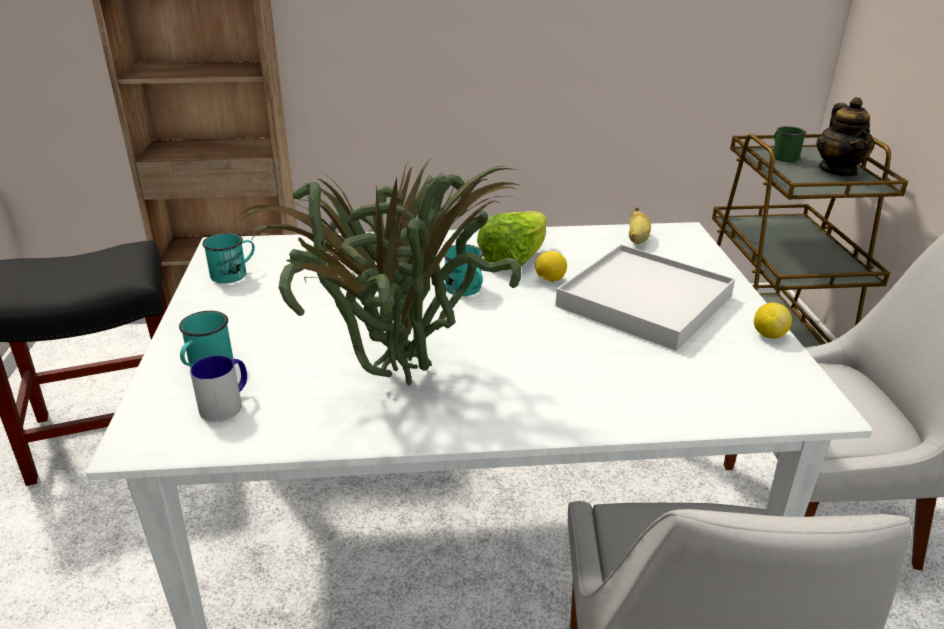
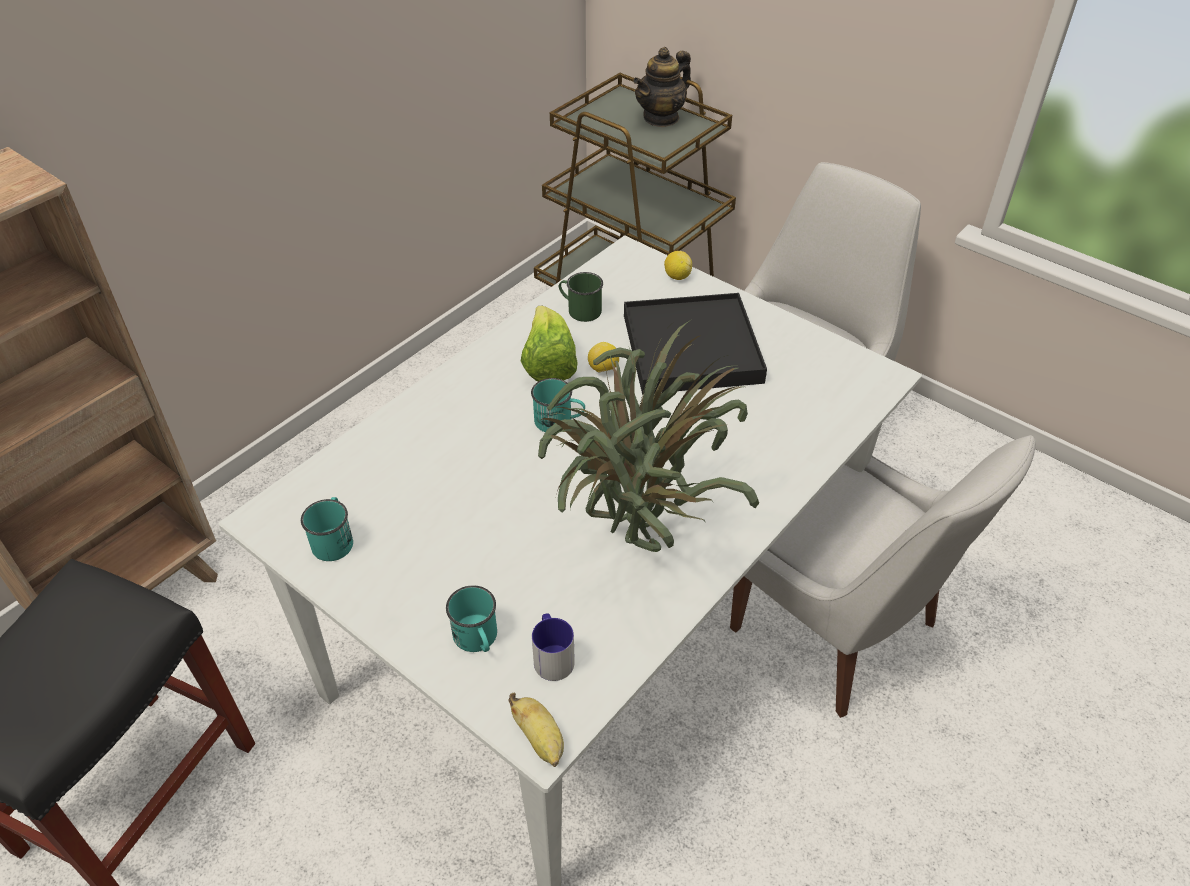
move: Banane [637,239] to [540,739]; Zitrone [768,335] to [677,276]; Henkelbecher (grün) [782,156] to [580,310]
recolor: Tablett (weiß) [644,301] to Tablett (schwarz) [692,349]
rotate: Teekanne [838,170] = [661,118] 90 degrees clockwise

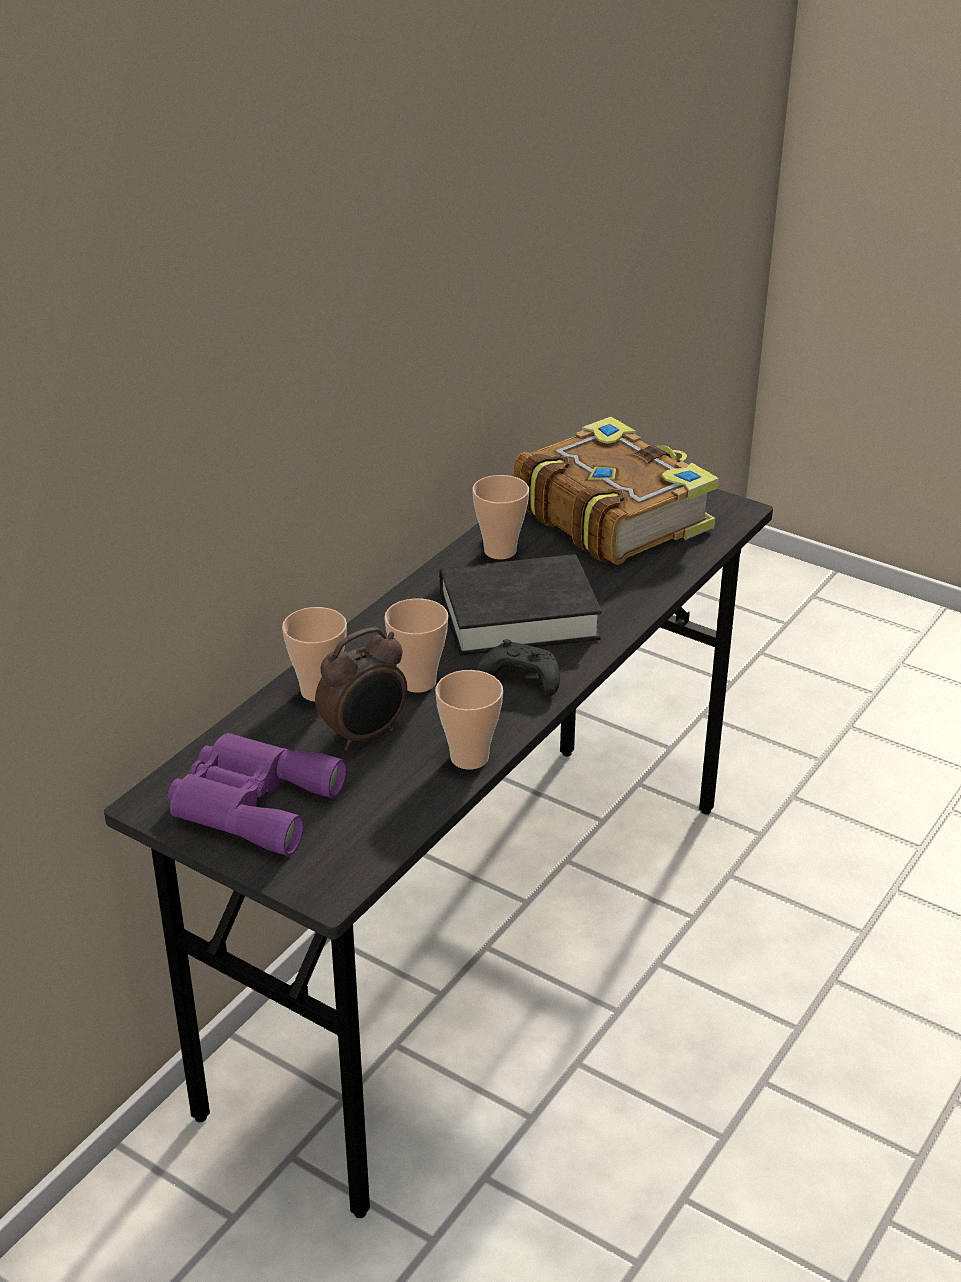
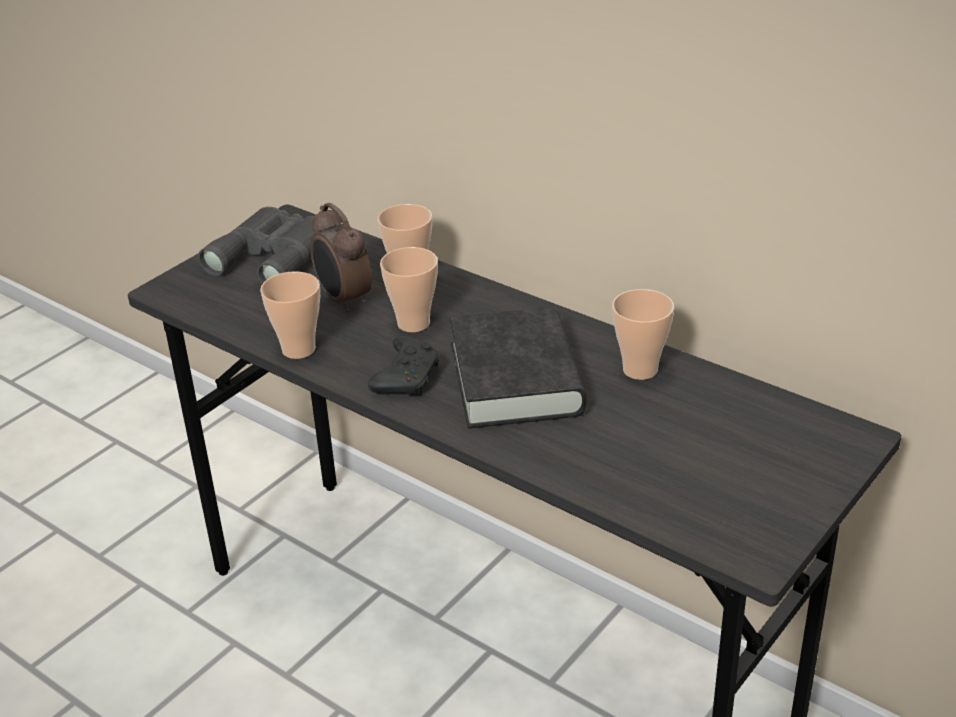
delete: Buch [612,515]
recolor: Fernglas (lila) [250,802] to Fernglas (grau) [275,255]

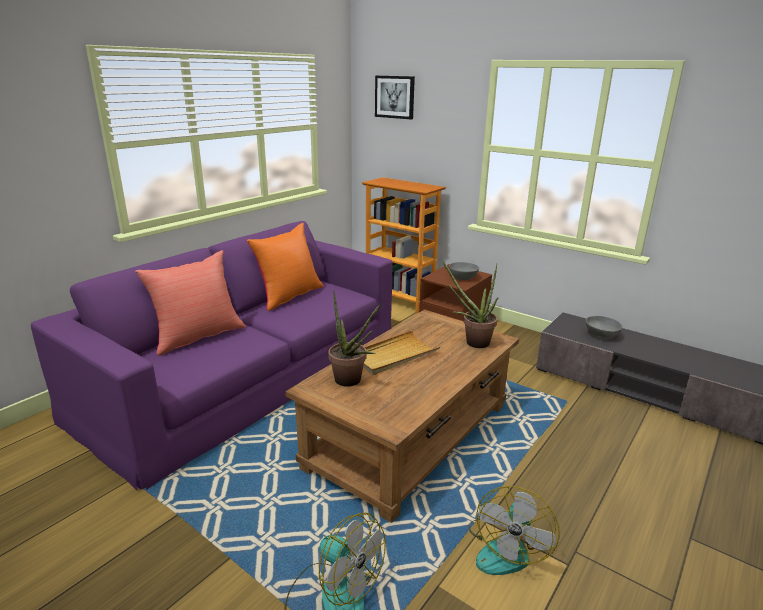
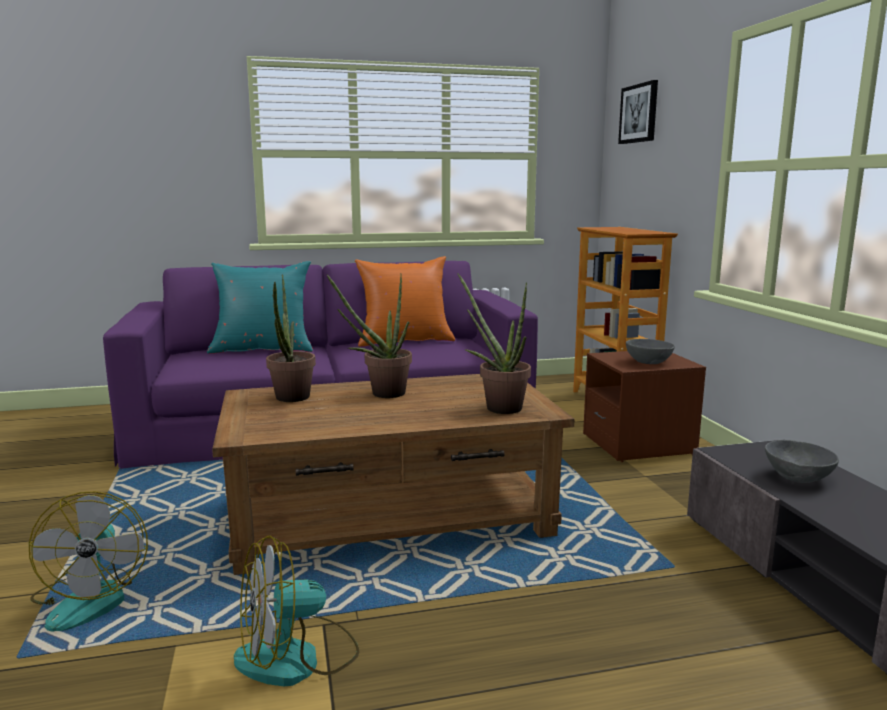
replace: Tablett (beige) [394,355] to Topfpflanze [381,394]
recolor: Kissen (rot) [197,336] to Kissen (türkis) [263,349]

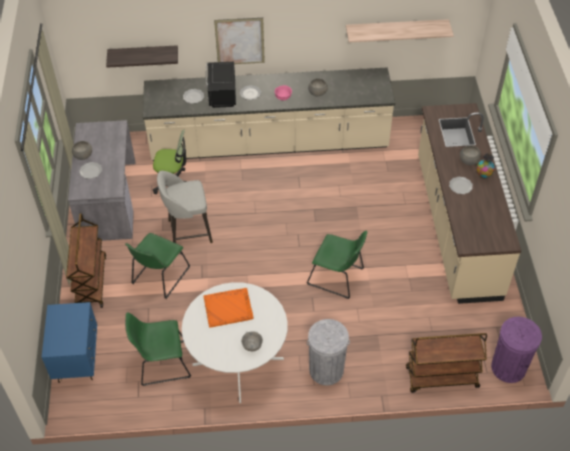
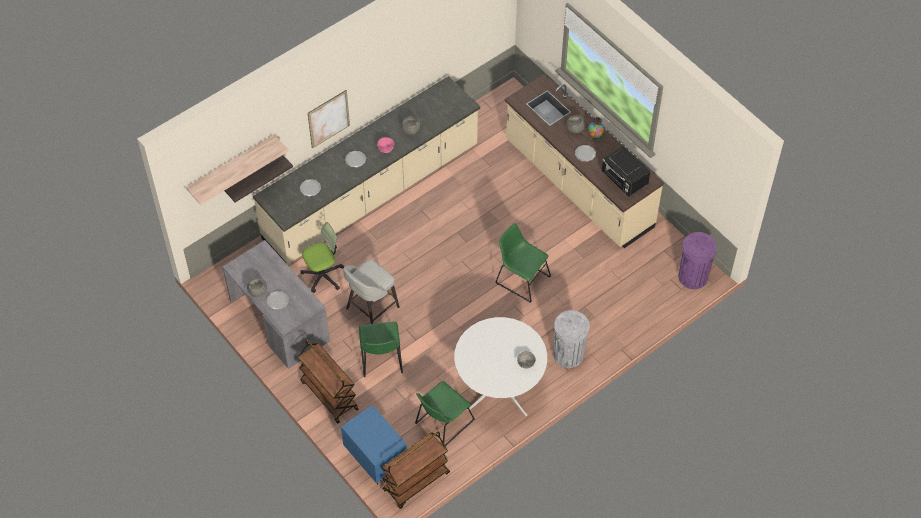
delete: Tablett (orange) [228,308]
move: Mikrowelle (schwarz) [222,95] to [624,180]; Wandregal [396,30] to [231,166]; Rollwagen (braun) [441,378] to [416,482]
rotate: Stuhl (grün) [338,277] = [521,278] 135 degrees counterclockwise

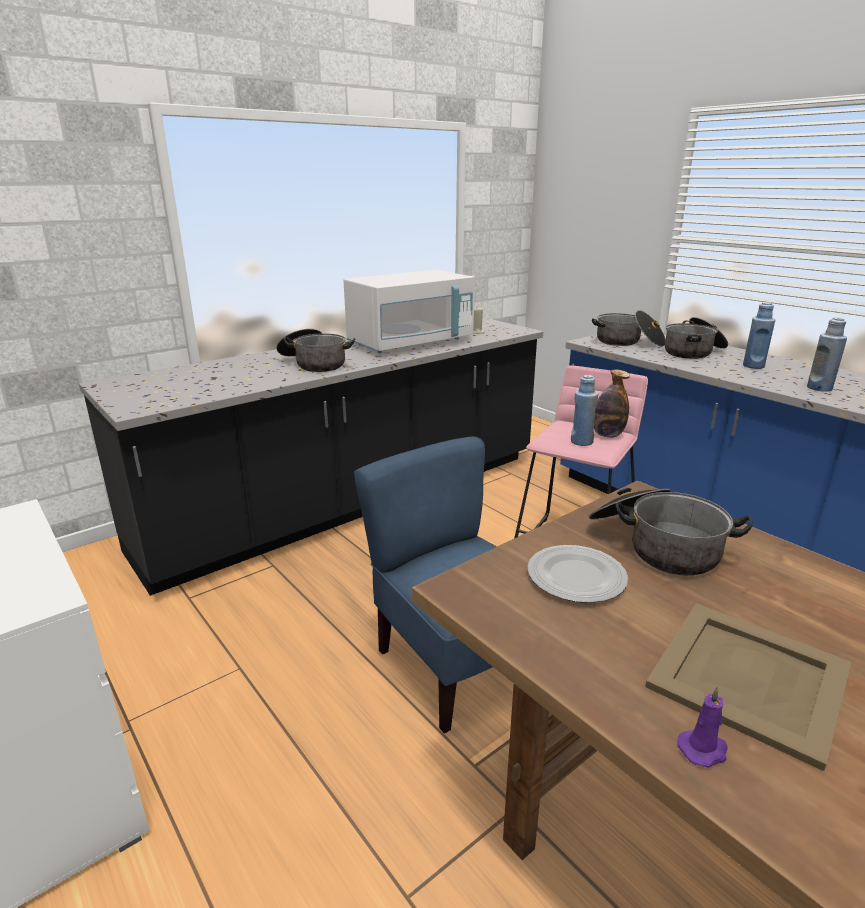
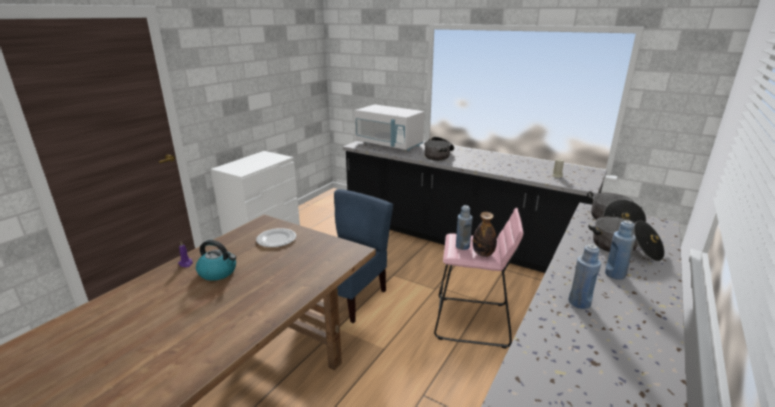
delete: Kochtopf [656,546]
move: Mikrowelle (weiß) [411,343] to [389,144]
replace: Tablett (beige) [747,677] to Wasserkessel [218,272]

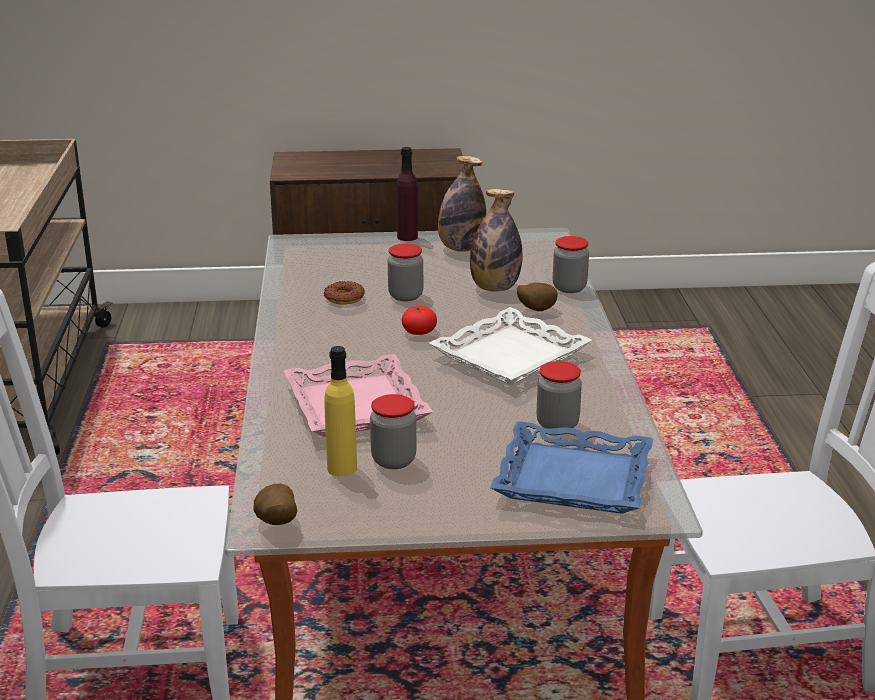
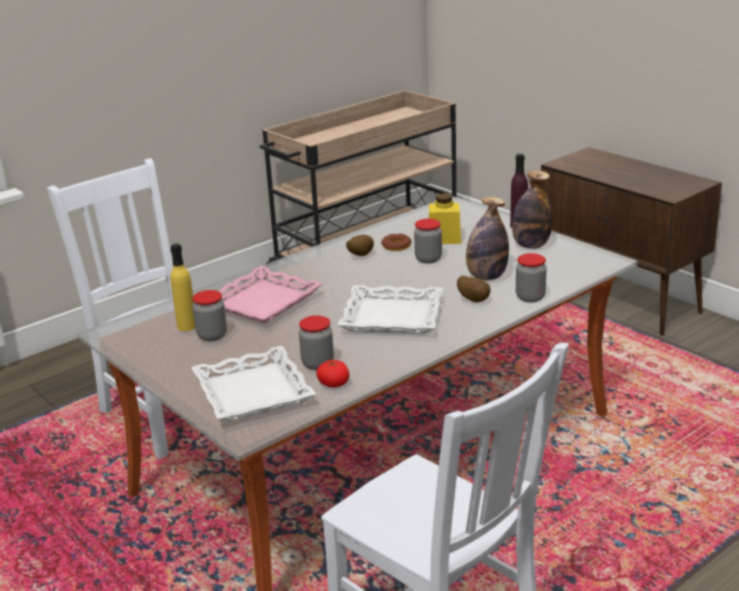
insert: Vorratsglas (gelb) [444,239]
move: Kartoffel [276,524] to [359,256]; Tomate [419,332] to [333,383]
recolor: Tablett (blau) [574,478] to Tablett (weiß) [254,392]

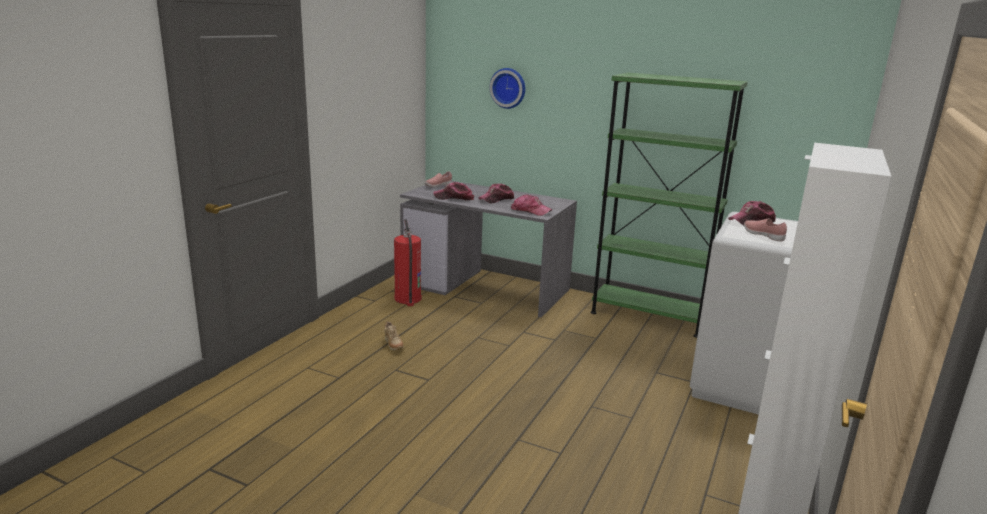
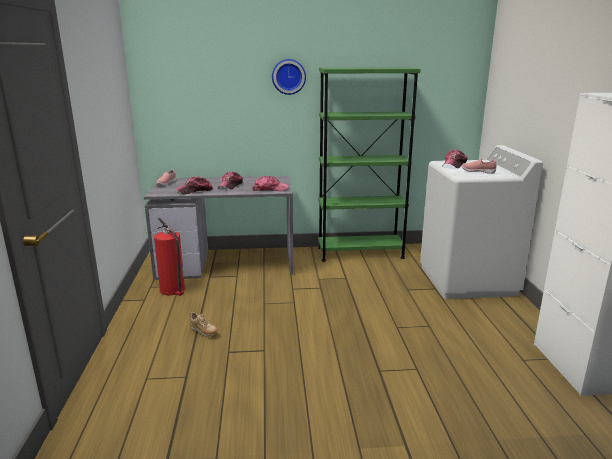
move: Wanduhr [508,88] to [288,76]

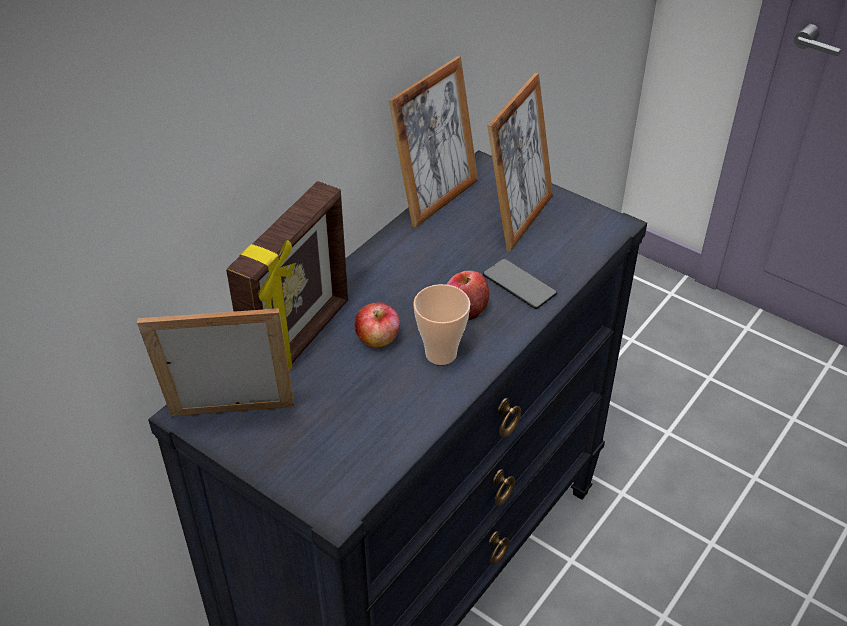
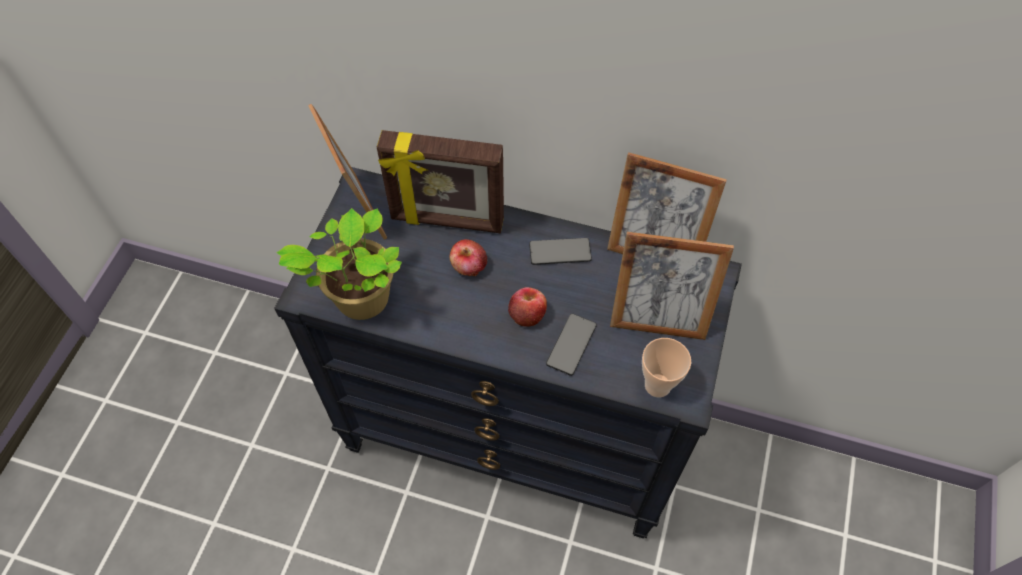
insert: Topfpflanze [359,300]; Handy [560,252]
move: Tasse [441,354] to [657,385]

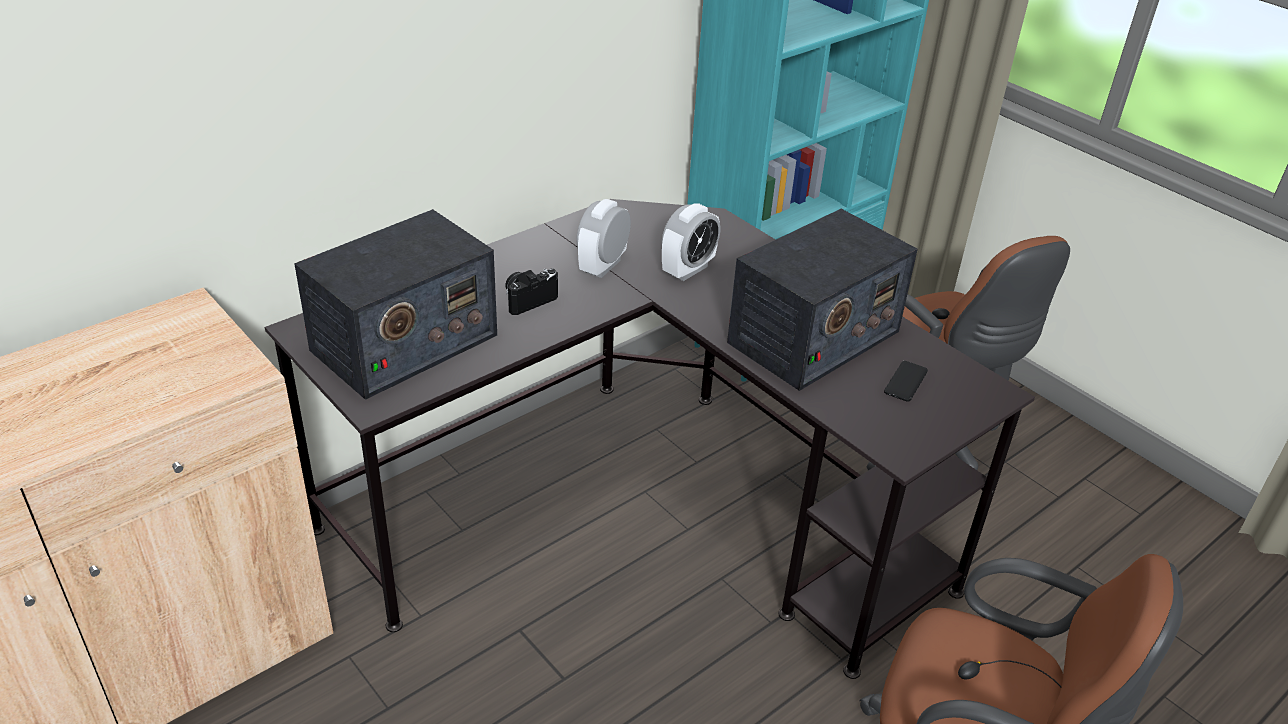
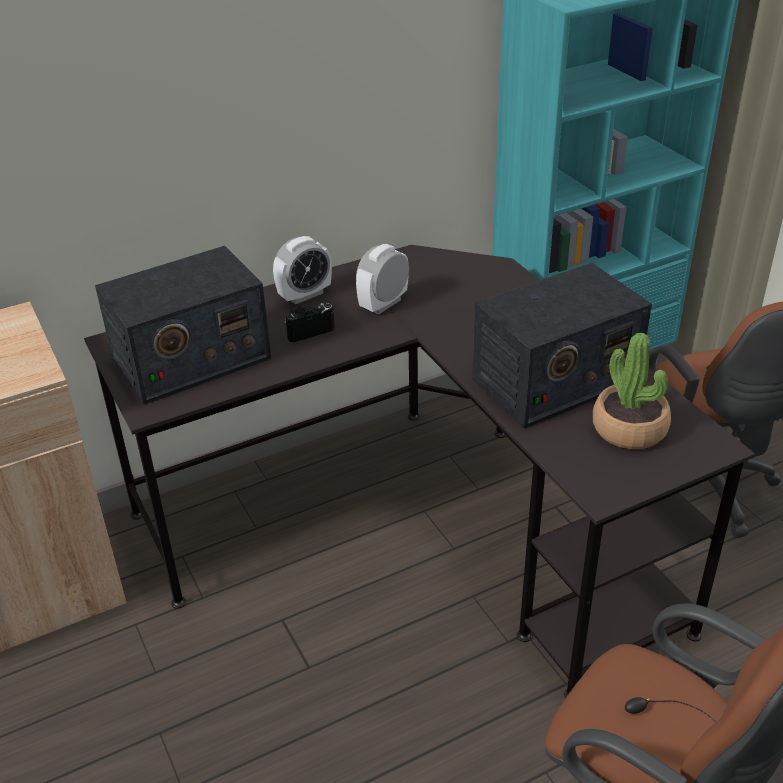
move: Wecker [688,270] to [305,295]
replace: Handy [905,382] to Topfpflanze [629,428]

